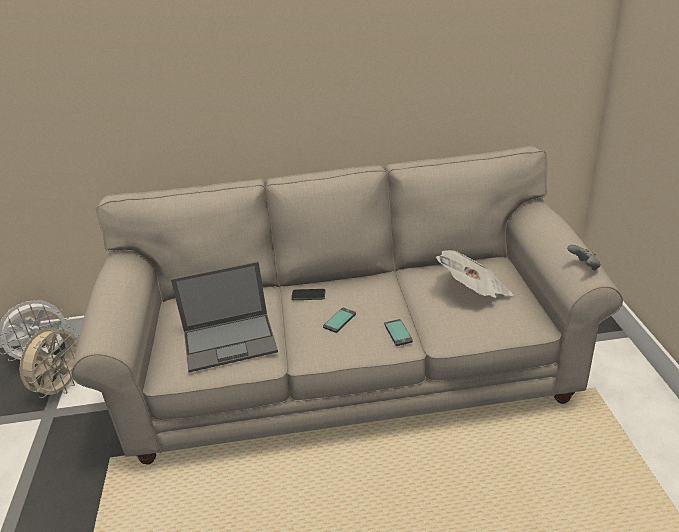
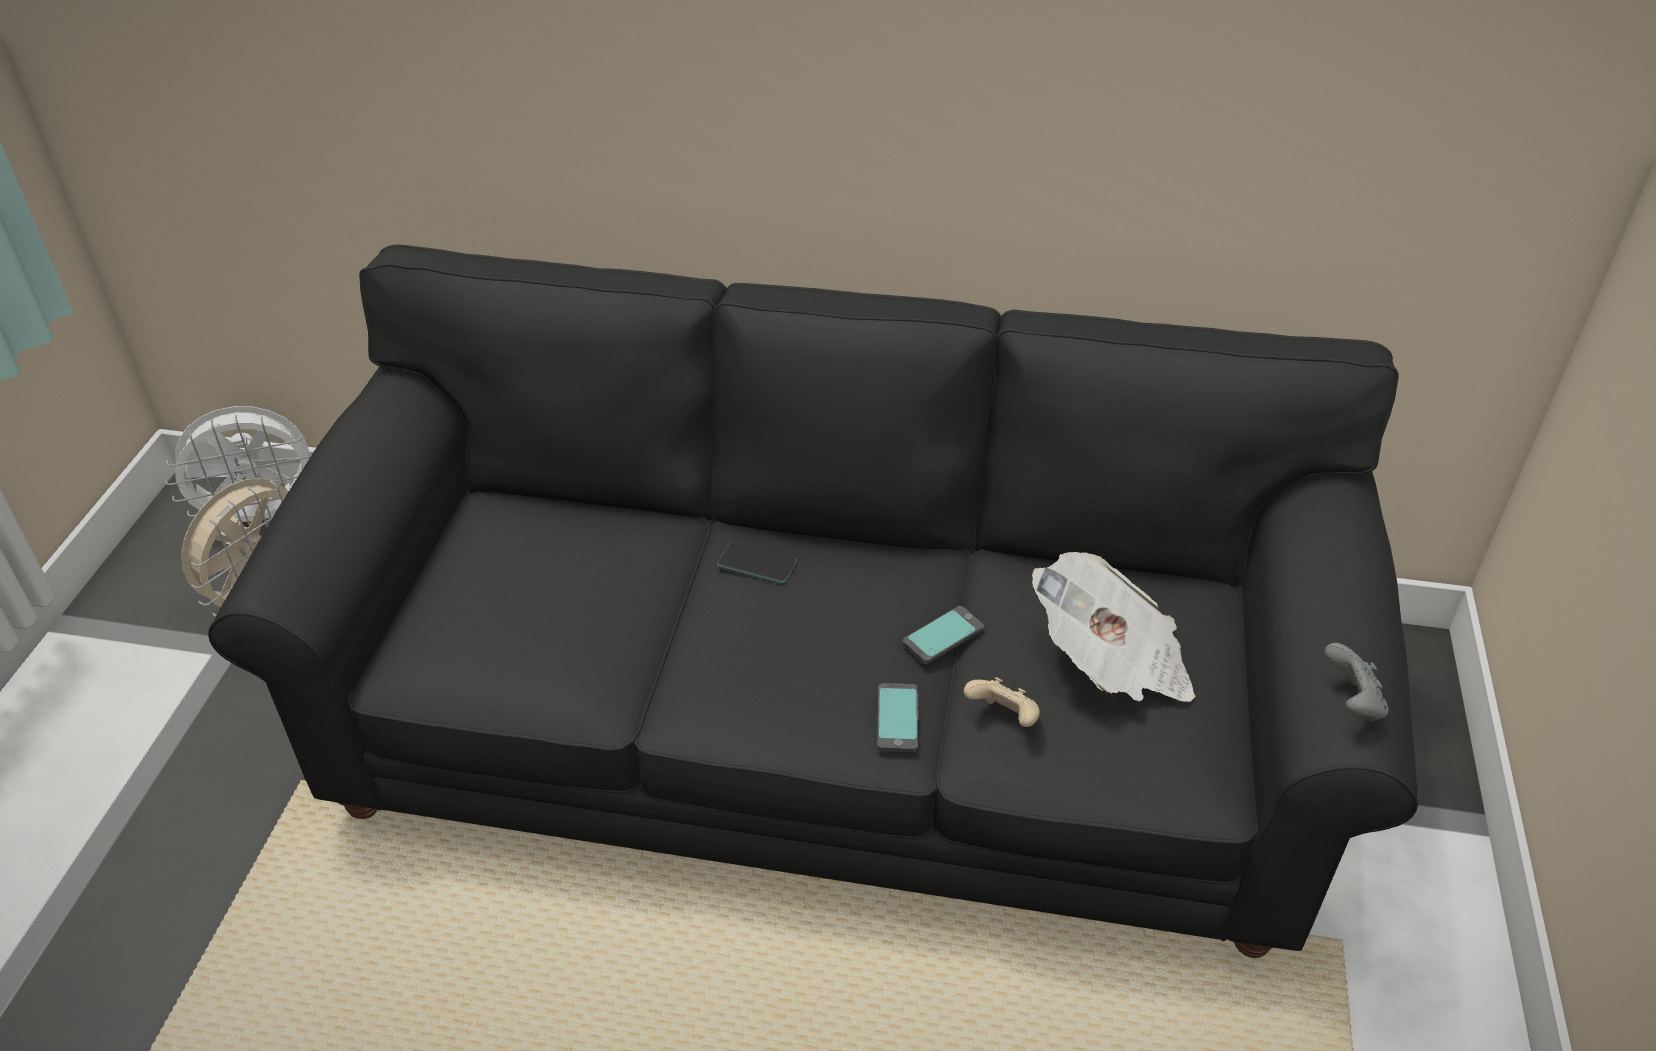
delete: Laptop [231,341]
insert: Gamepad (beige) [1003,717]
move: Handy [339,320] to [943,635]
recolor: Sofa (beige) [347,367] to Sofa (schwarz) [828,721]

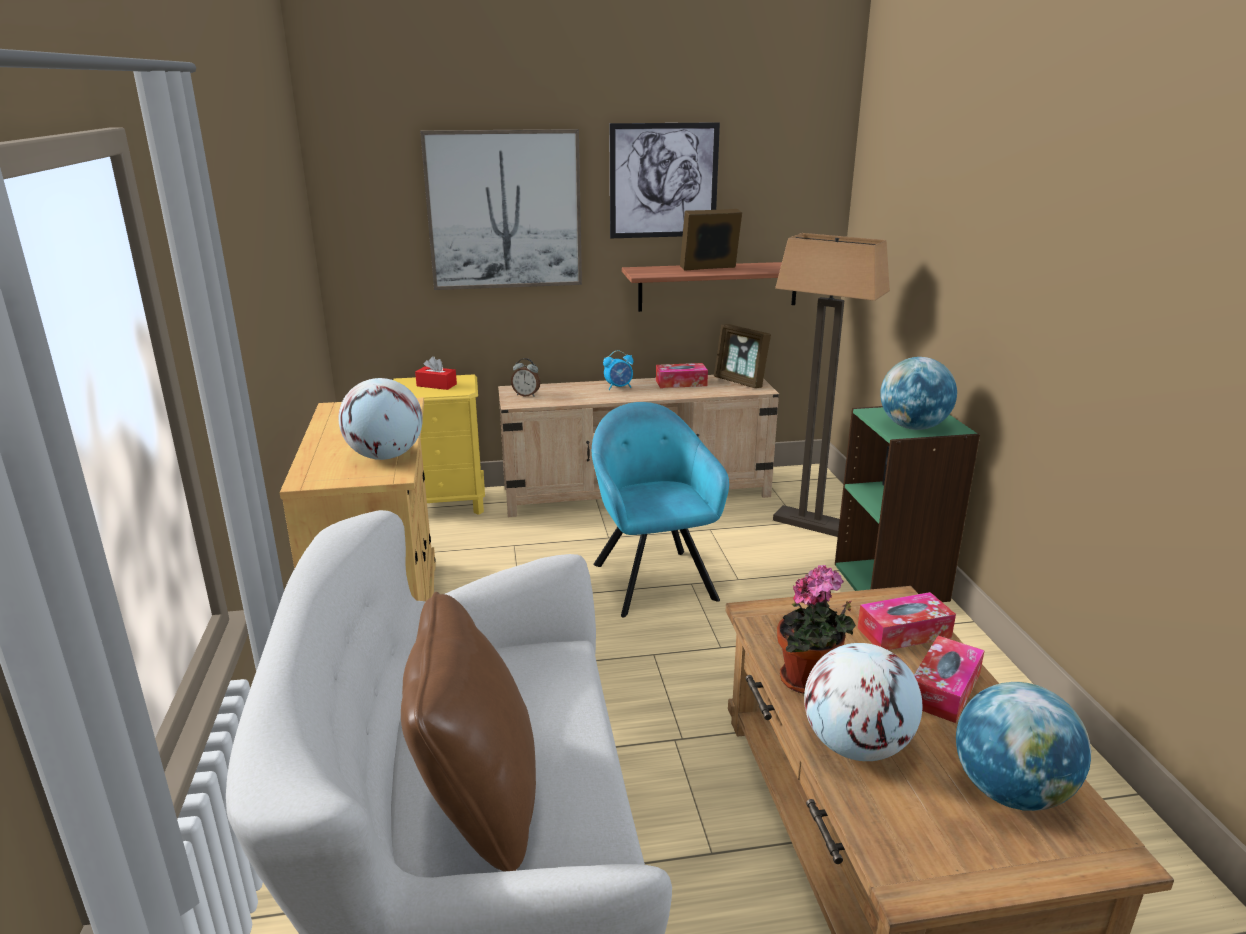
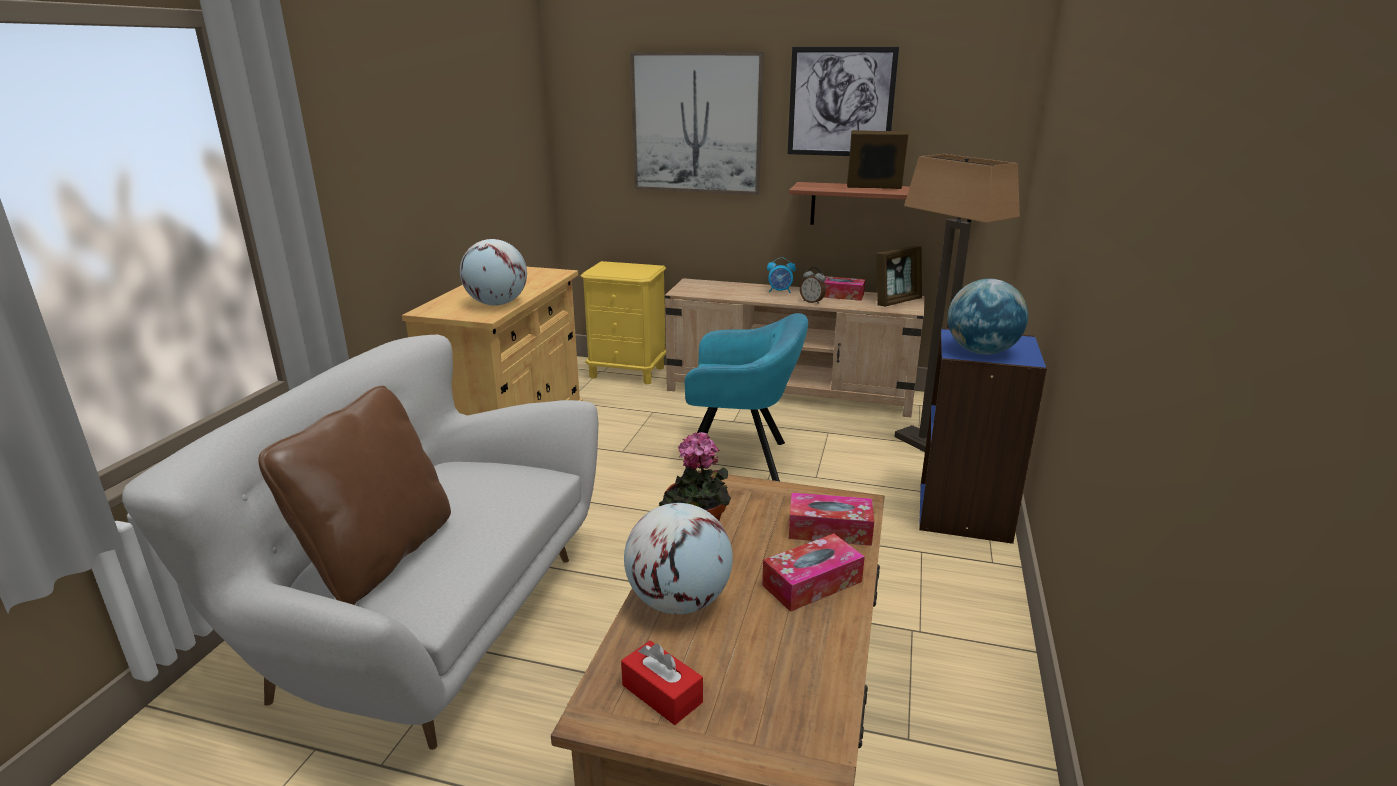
delete: Globus [1011,792]
move: Taschentuchbox (rot) [436,385] to [662,693]; Wecker [526,395] to [812,302]
recolor: Bücherregal (grün) [891,582] to Bücherregal (blau) [965,513]
rotate: Sessel (türkis) [652,578] = [741,460] 90 degrees clockwise; Bilderrahmen [740,382] = [897,301] 105 degrees counterclockwise

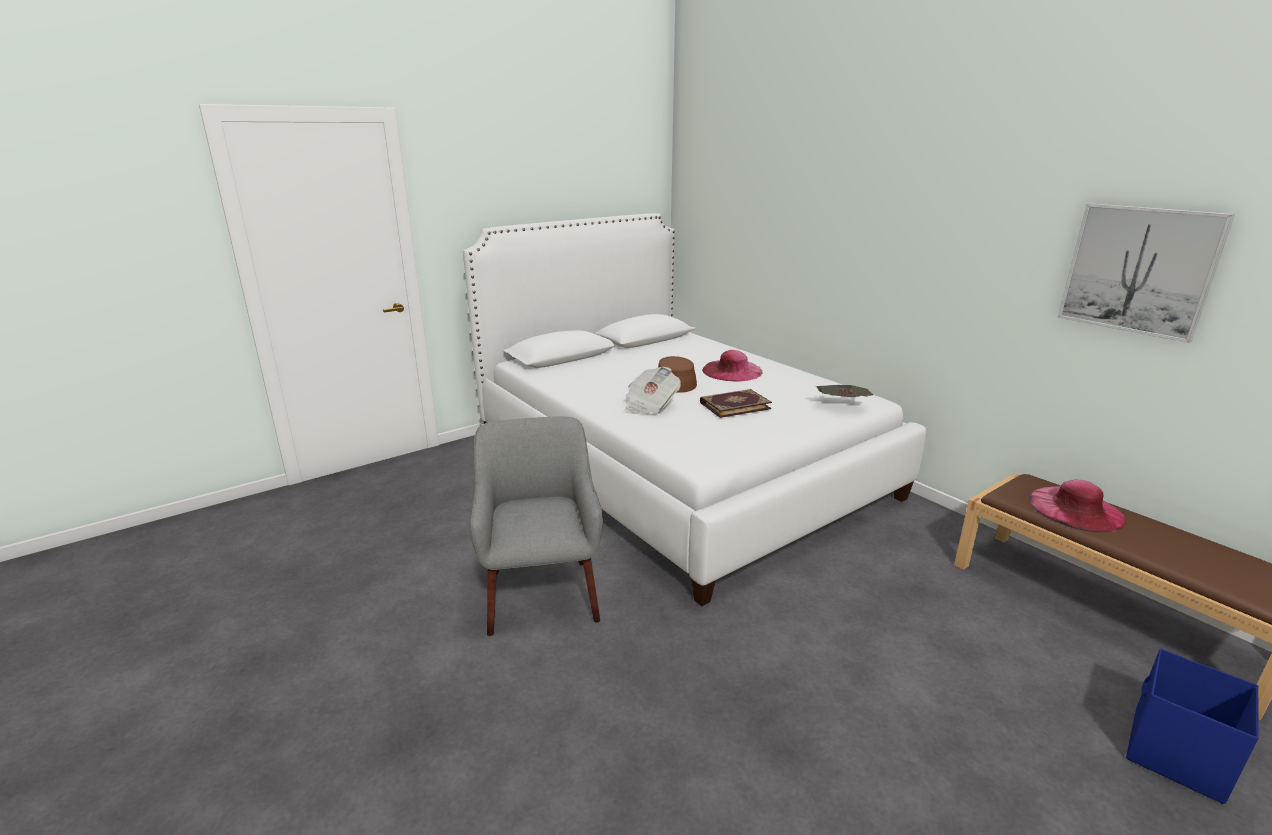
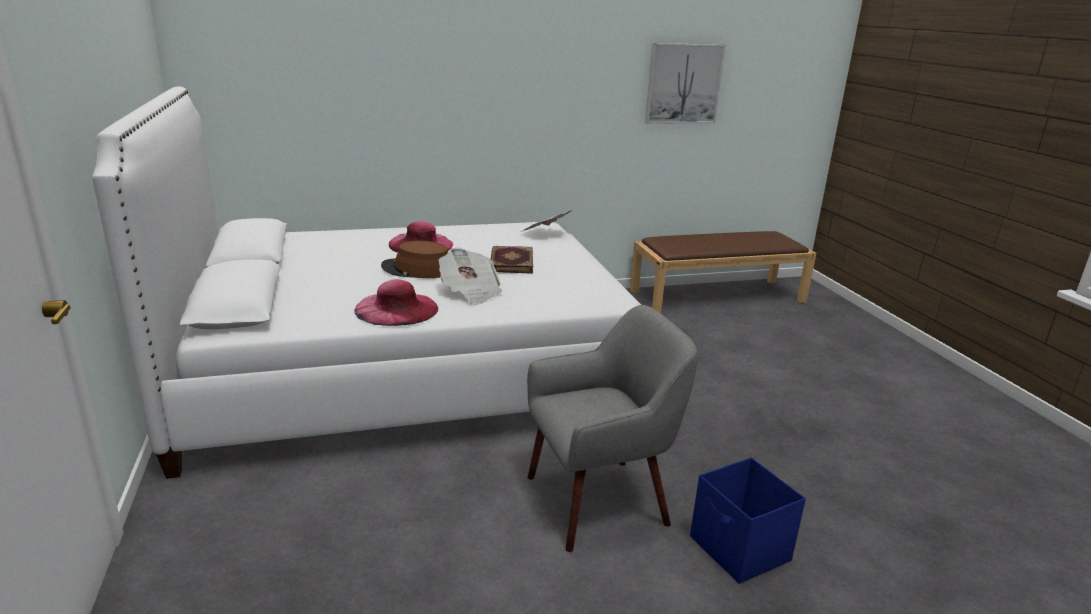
move: Hut (rosa) [1075,509] to [396,309]; Aufbewahrungsbox (blau) [1175,755] to [739,550]
rotate: Sessel (grau) [541,594] = [599,501] 150 degrees clockwise

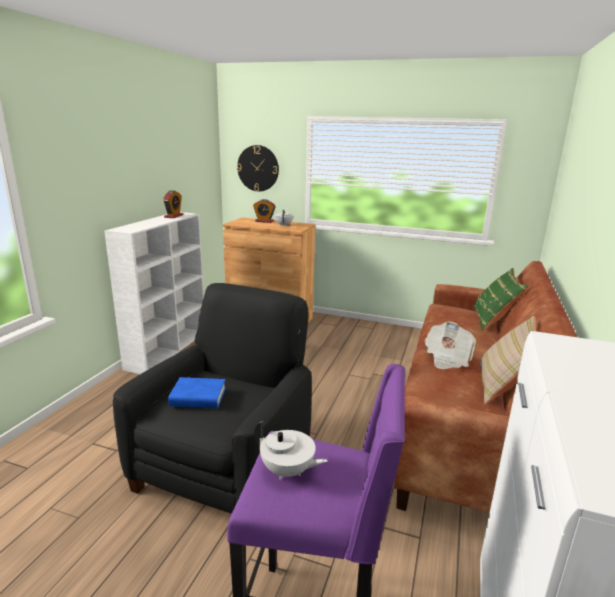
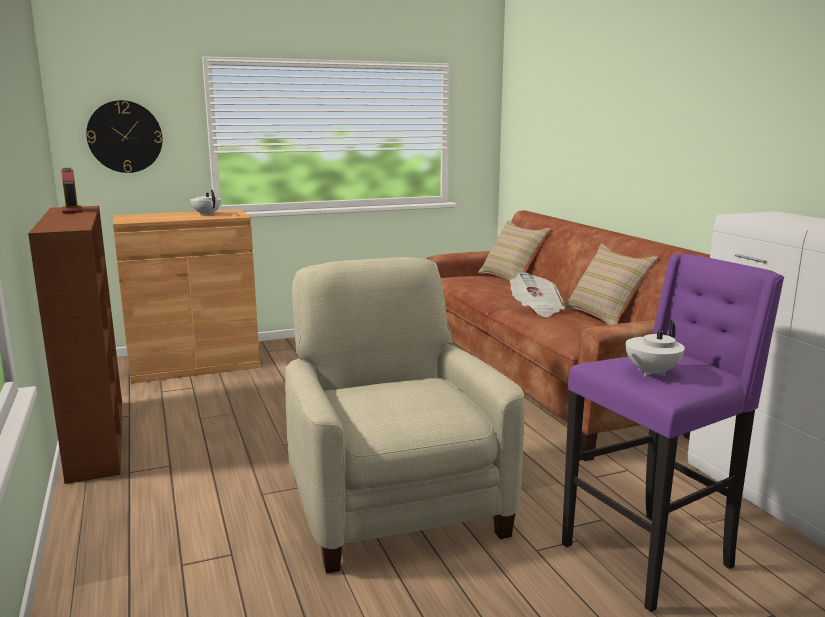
delete: Buch (blau) [198,397]; Wecker [264,221]
recolor: Bücherregal (weiß) [168,348] to Bücherregal (braun) [96,438]; Sessel (schwarz) [226,467] to Sessel (beige) [395,504]; Kissen (grün) [493,320] to Kissen (beige) [511,278]
rotate: Teekanne (weiß) [288,471] = [651,372] 150 degrees clockwise

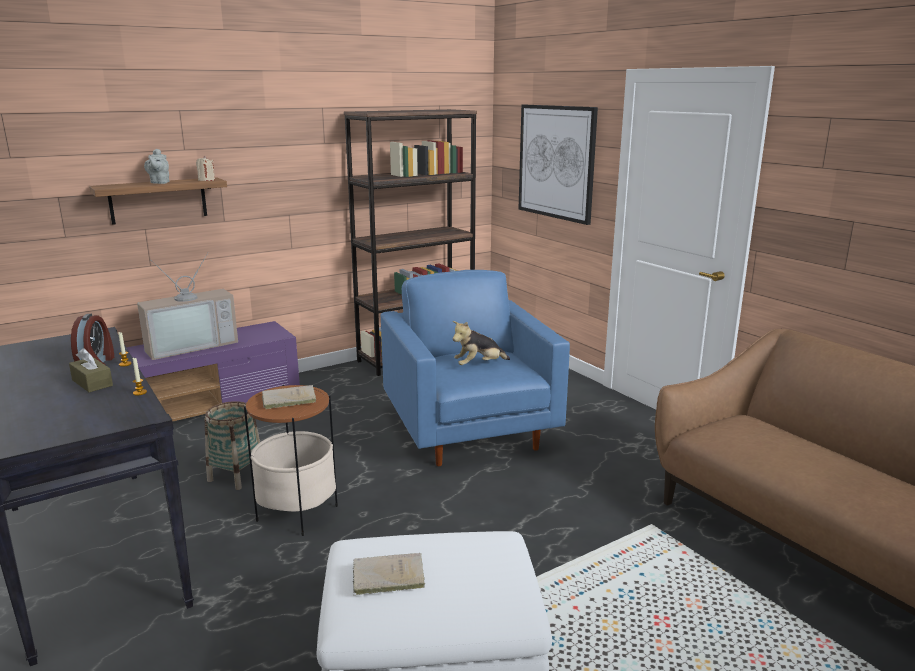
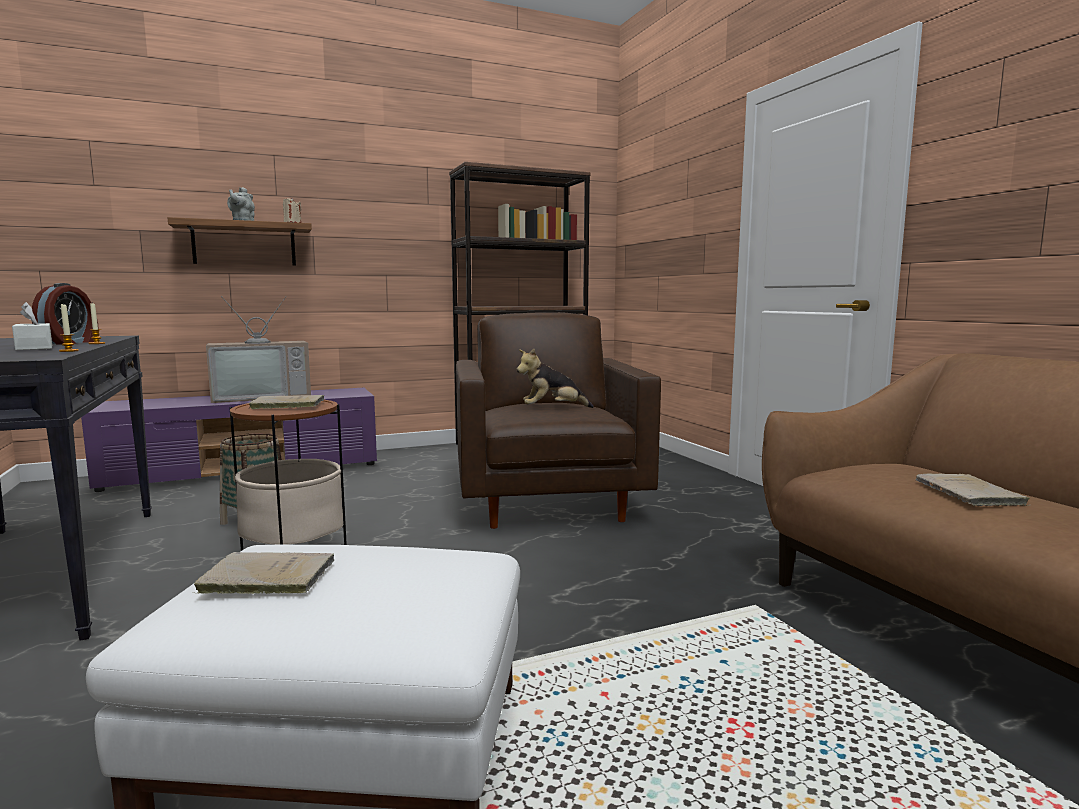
delete: Bild [556,162]
insert: Buch (beige) [970,494]
recolor: Taschentuchbox (braun) [92,383] to Taschentuchbox (weiß) [34,347]; Sessel (blau) [470,431] to Sessel (braun) [548,502]

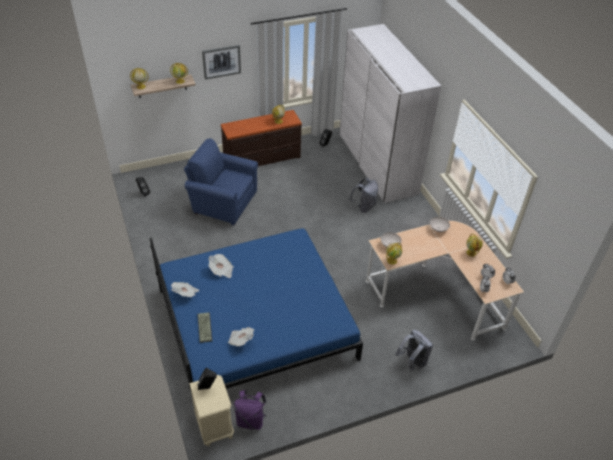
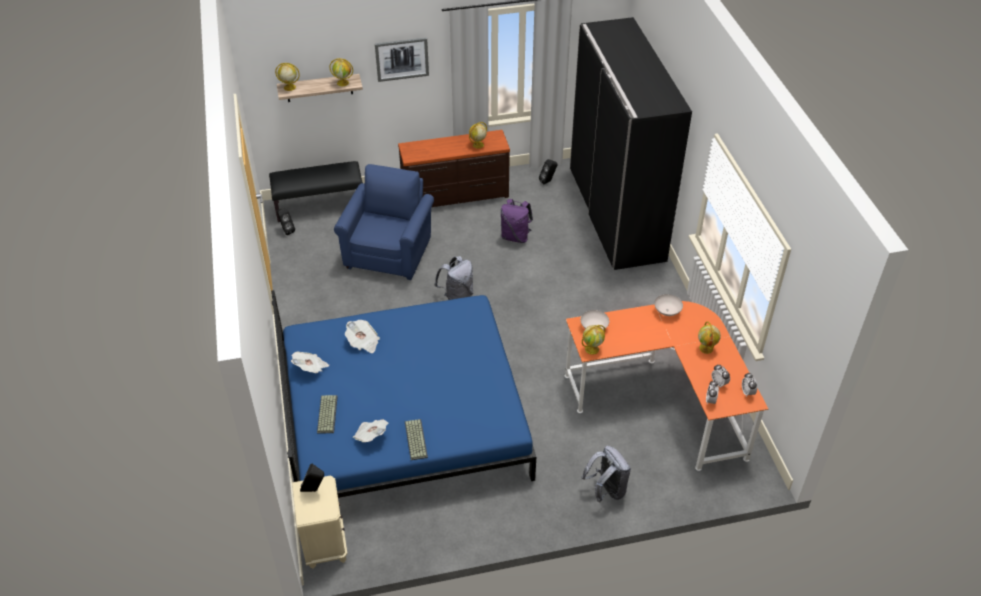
insert: Bank (schwarz) [320,205]; Tastatur [415,439]
move: Rucksack (lila) [250,420] to [515,237]; Rucksack (grau) [364,206] to [457,296]
recolor: Kleiderschrank (weiß) [377,164] to Kleiderschrank (schwarz) [615,214]; Schreibtisch (beige) [438,292] to Schreibtisch (orange) [663,400]
rotate: Sessel (blau) [222,203] = [390,252] 75 degrees clockwise

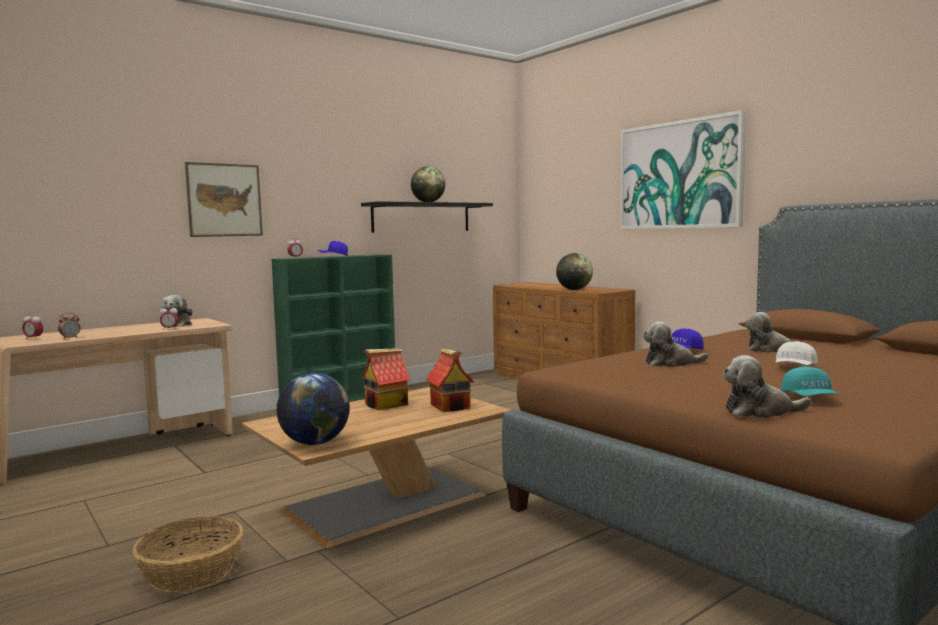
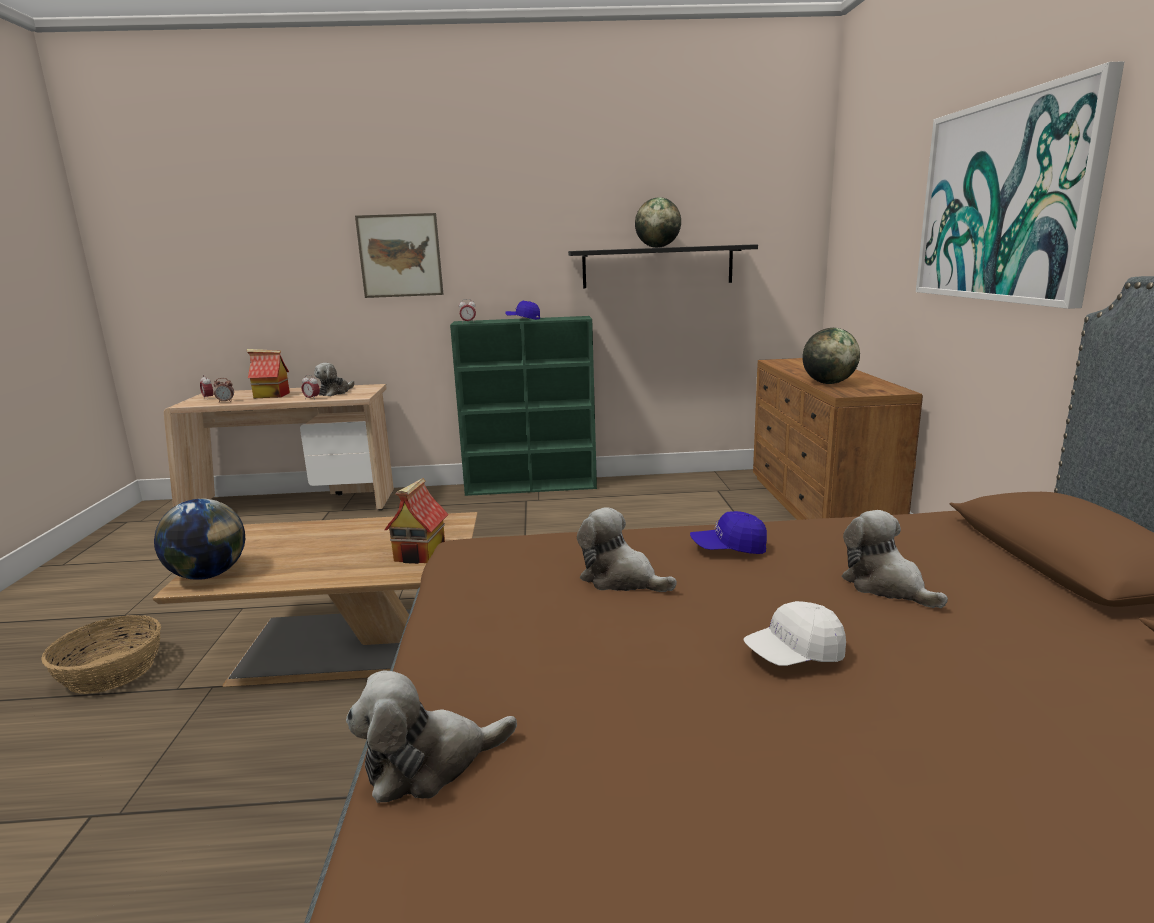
delete: Kappe (türkis) [810,398]
move: Spielzeughaus [386,404] to [271,395]
rotate: Plüschtier [760,411] = [429,763] 60 degrees counterclockwise

